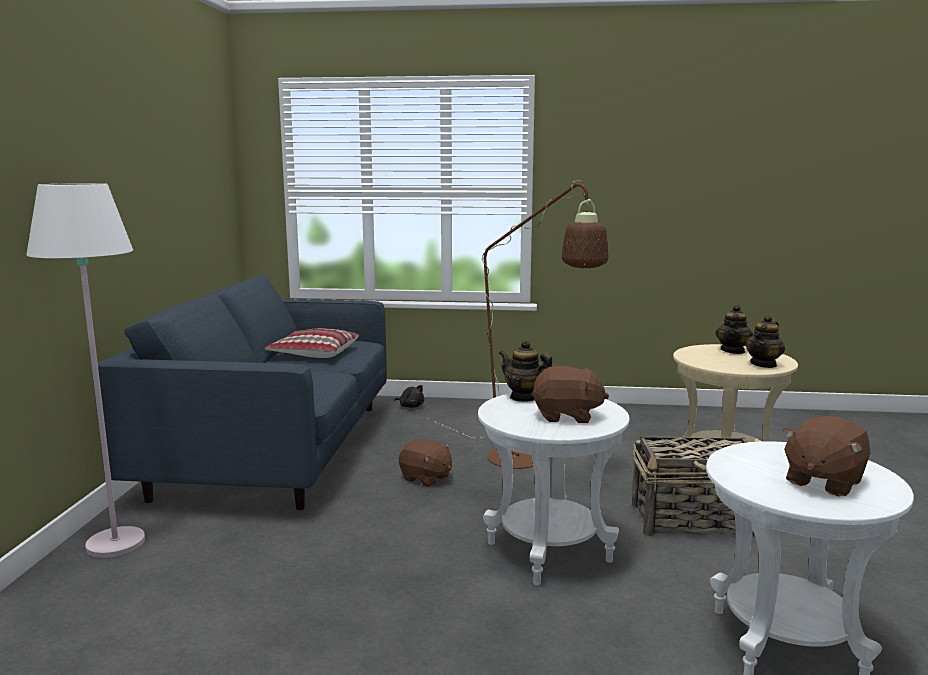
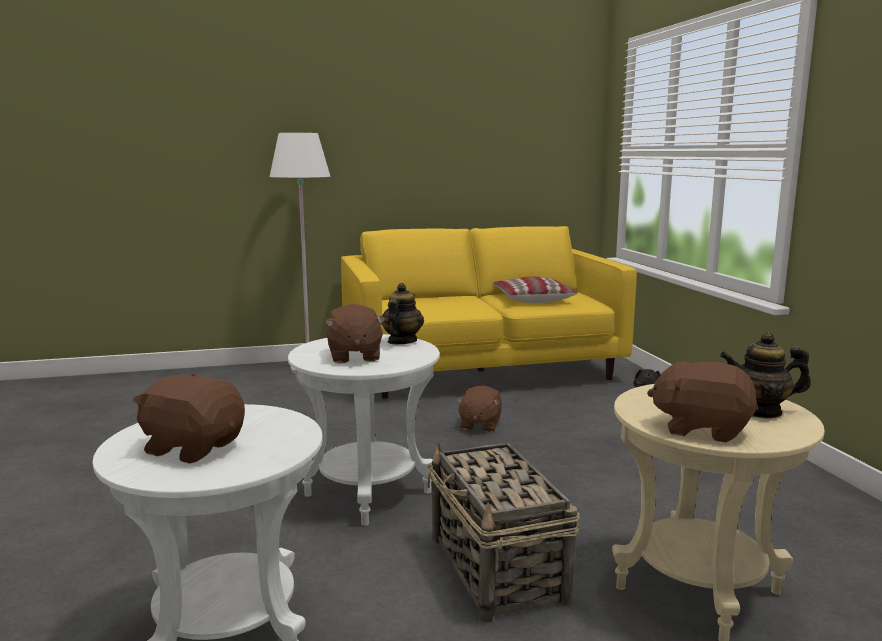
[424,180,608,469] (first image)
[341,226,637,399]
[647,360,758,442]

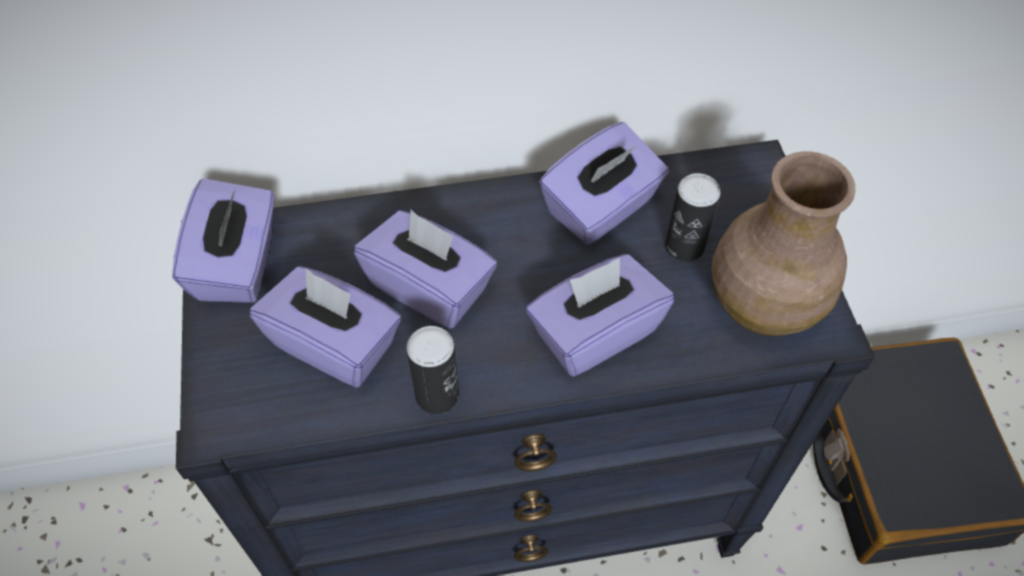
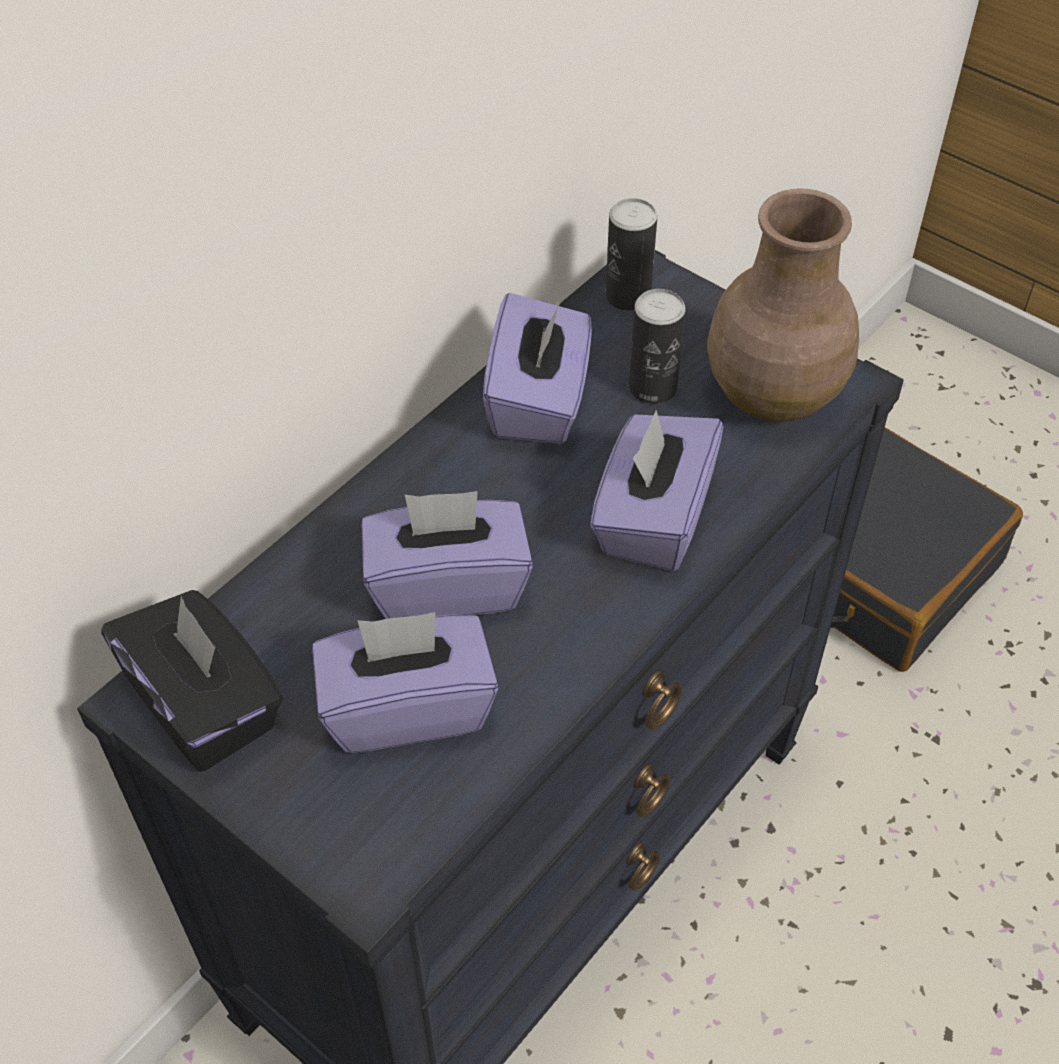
[101,590,283,772]
[605,198,657,311]

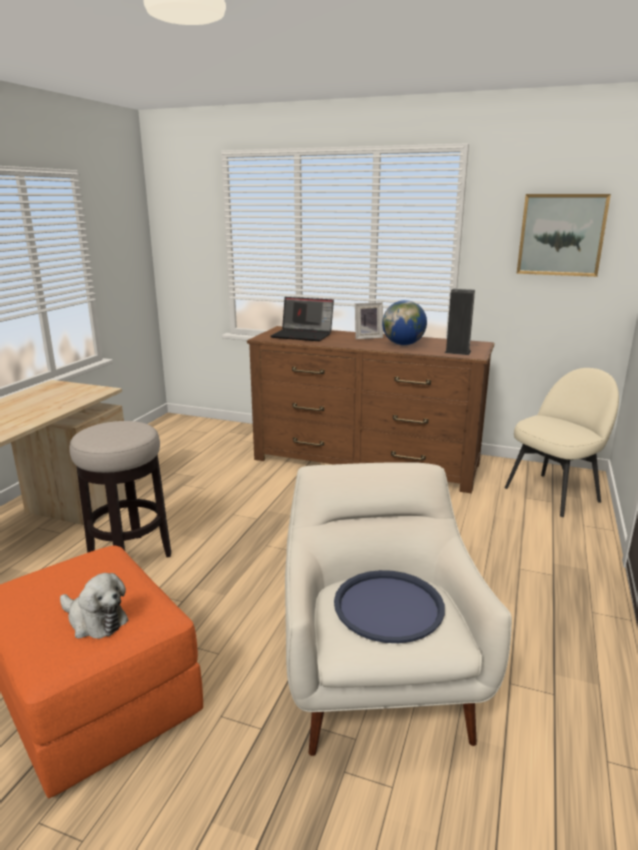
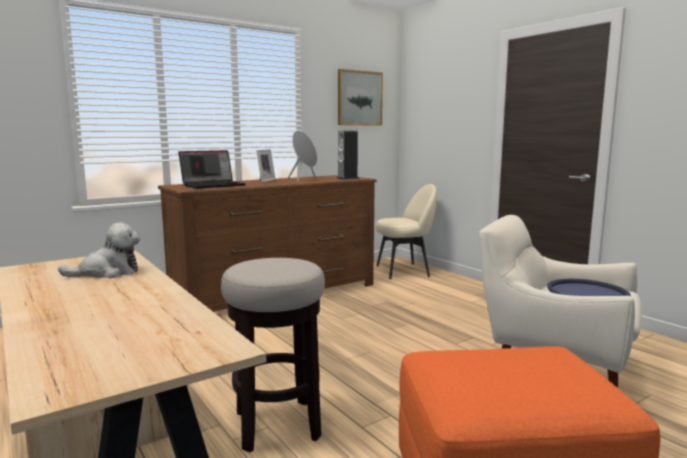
[287,131,317,182]
[376,184,437,279]
[58,223,141,278]

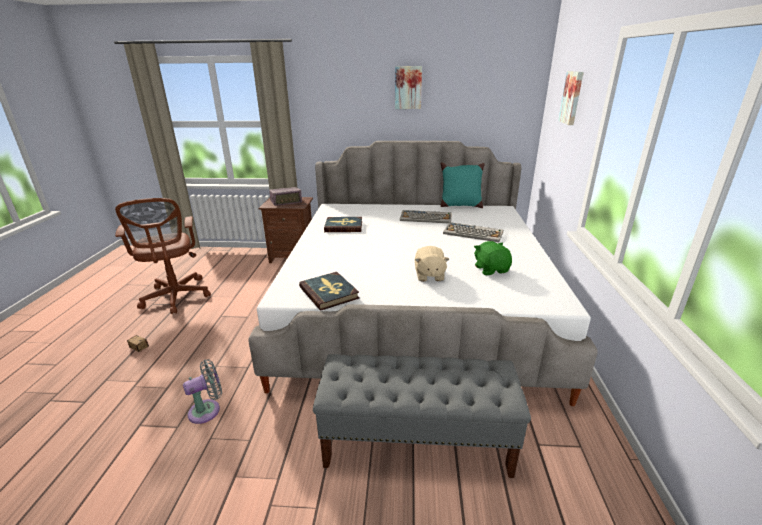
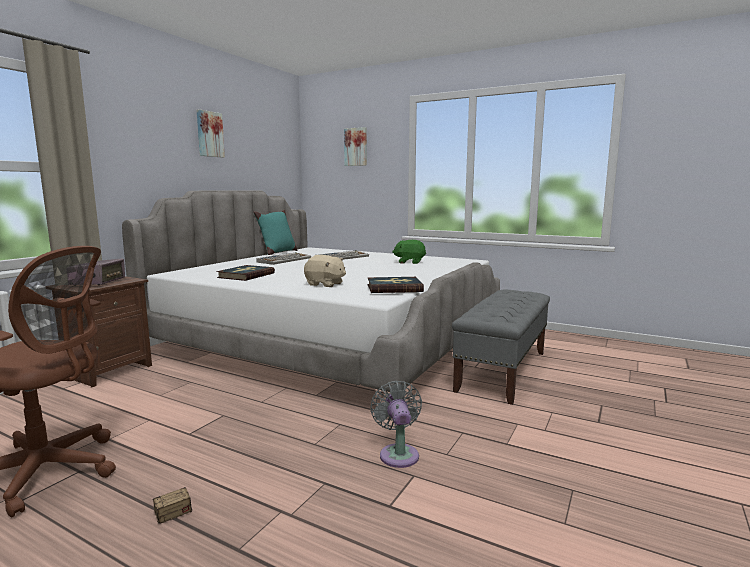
[304,255,346,287]

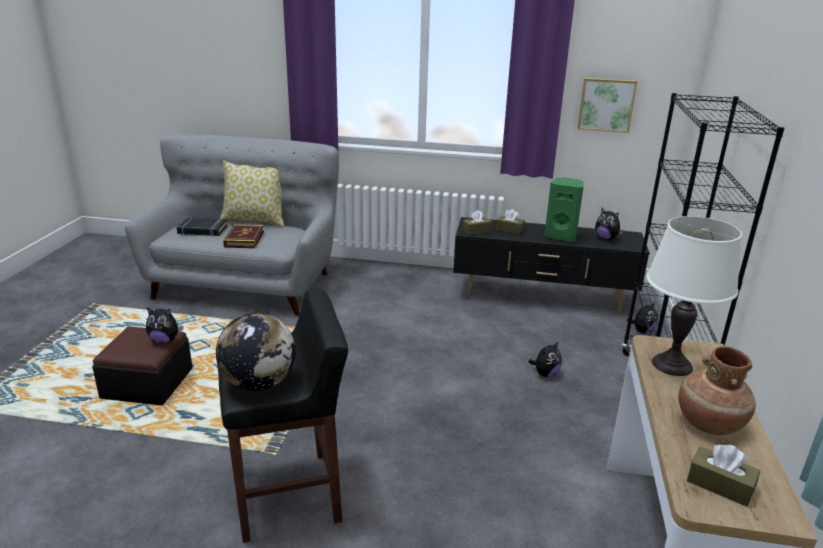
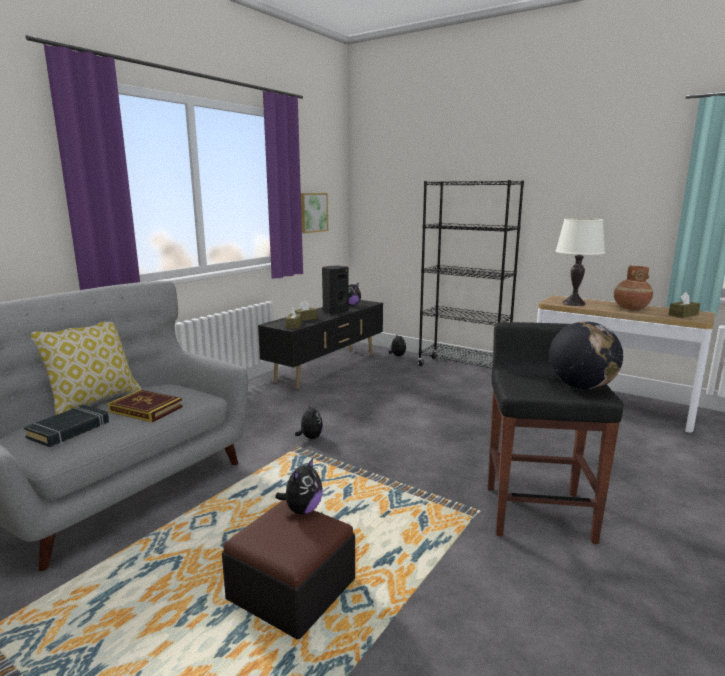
[322,266,349,314]
[295,405,323,439]

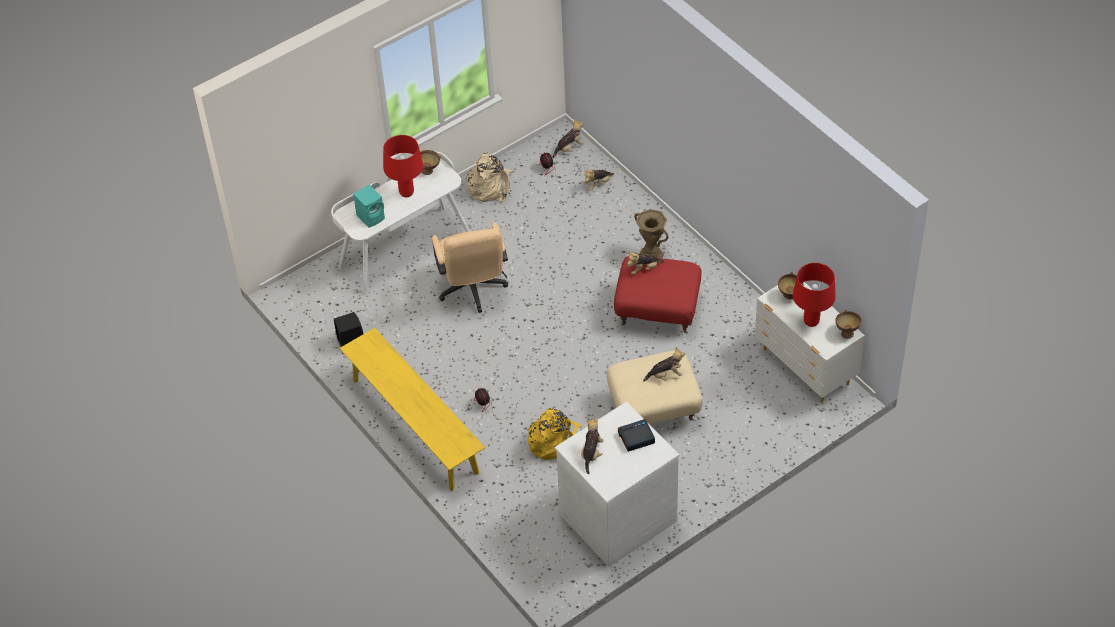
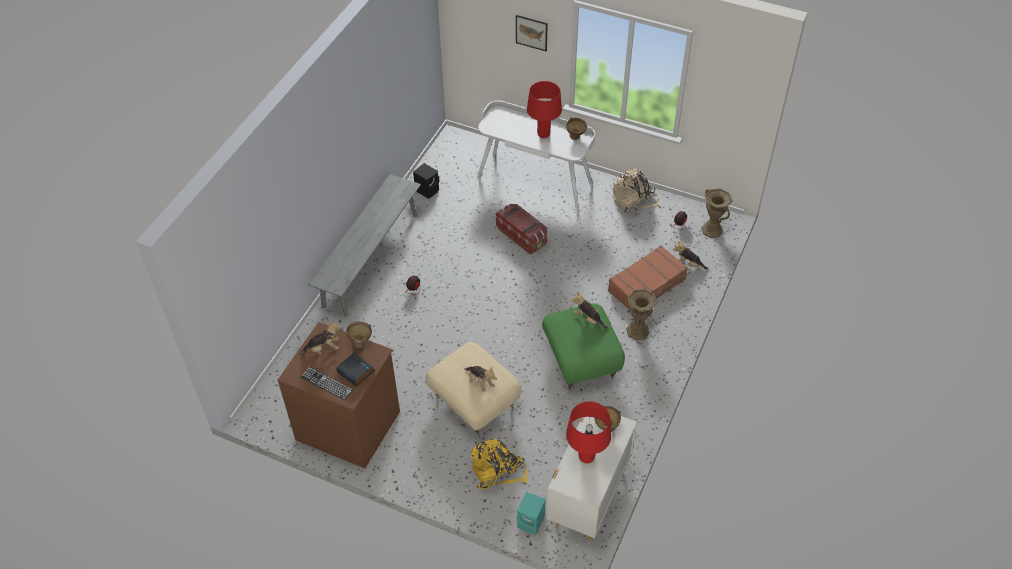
[701,188,733,238]
[516,492,546,534]
[496,204,547,254]
[542,303,625,392]
[346,321,372,348]
[308,174,421,317]
[278,322,400,468]
[471,439,527,489]
[516,15,548,51]
[608,245,688,310]
[301,367,353,400]

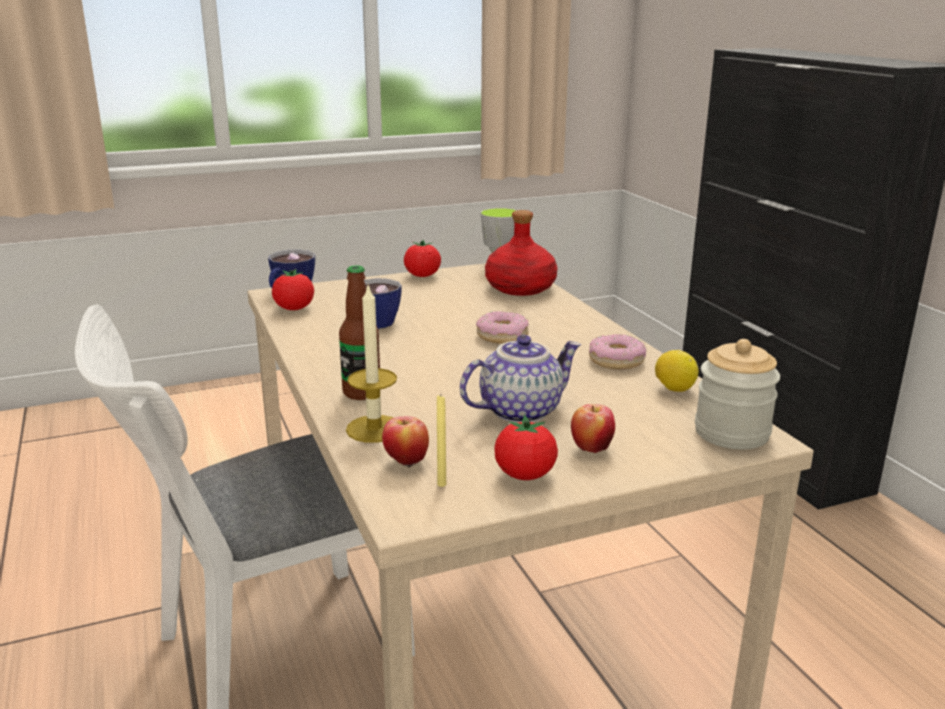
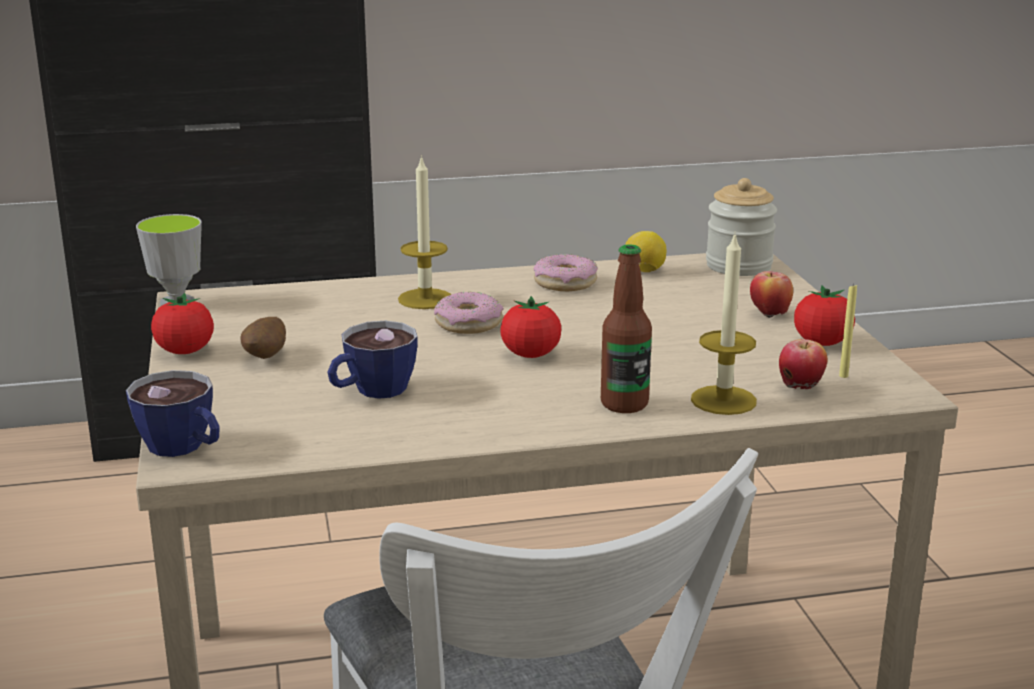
[485,210,557,296] (first image)
[500,296,561,358]
[460,335,581,423] (first image)
[398,155,451,309]
[240,317,286,359]

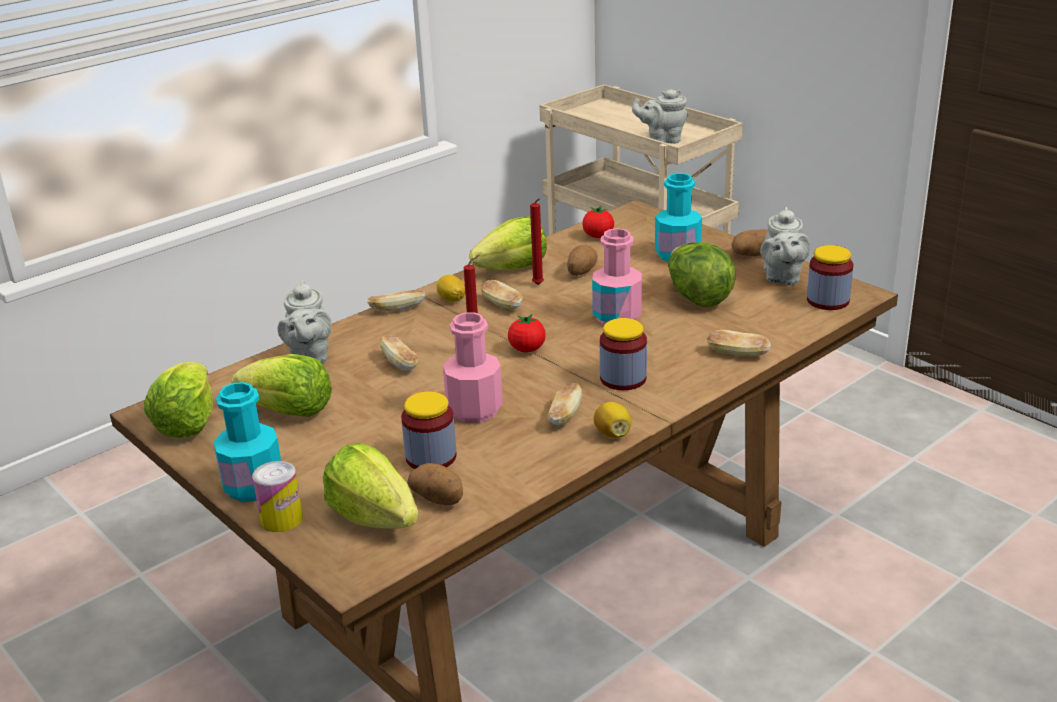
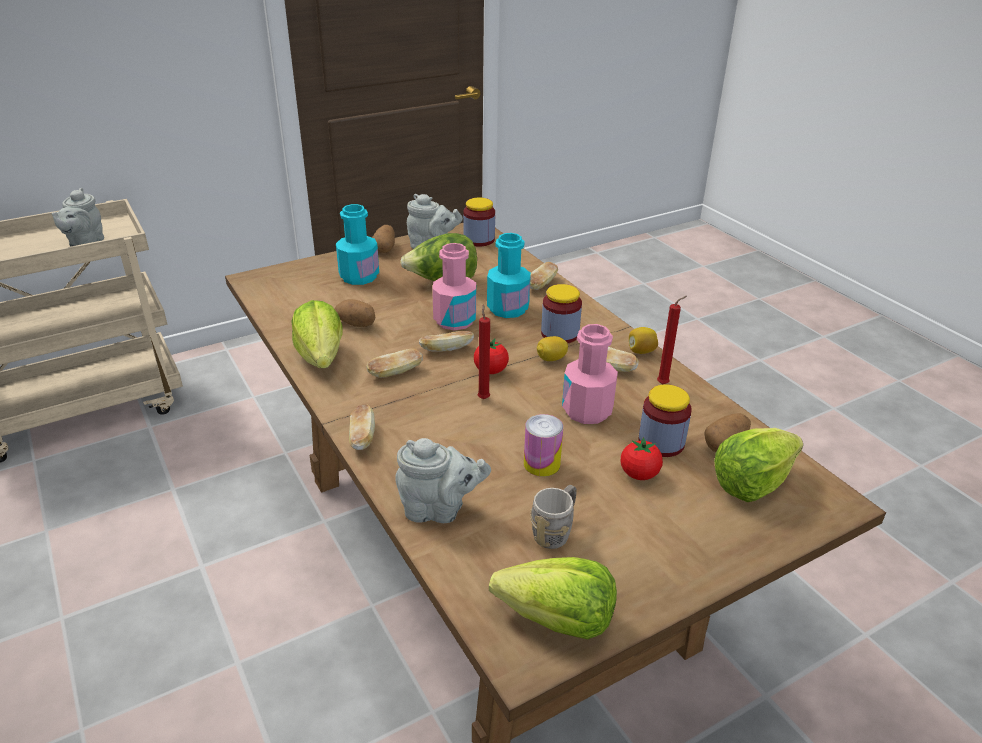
[657,296,687,384]
[621,437,663,480]
[537,336,568,361]
[419,331,474,352]
[530,485,577,549]
[487,233,531,318]
[524,414,563,477]

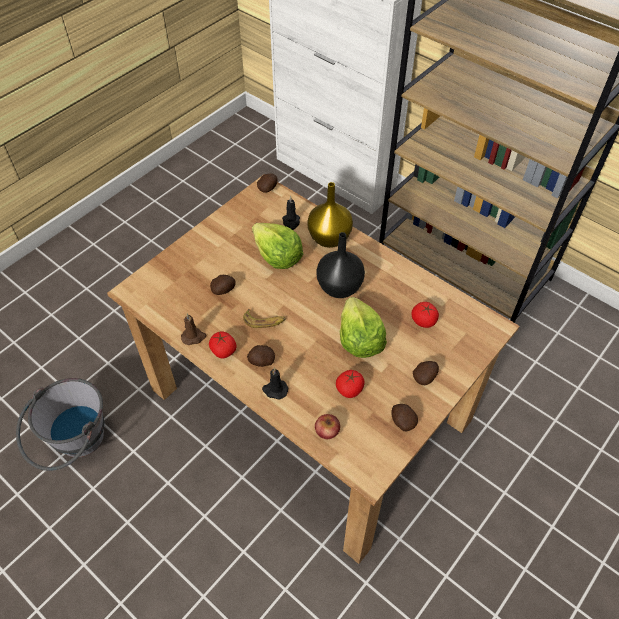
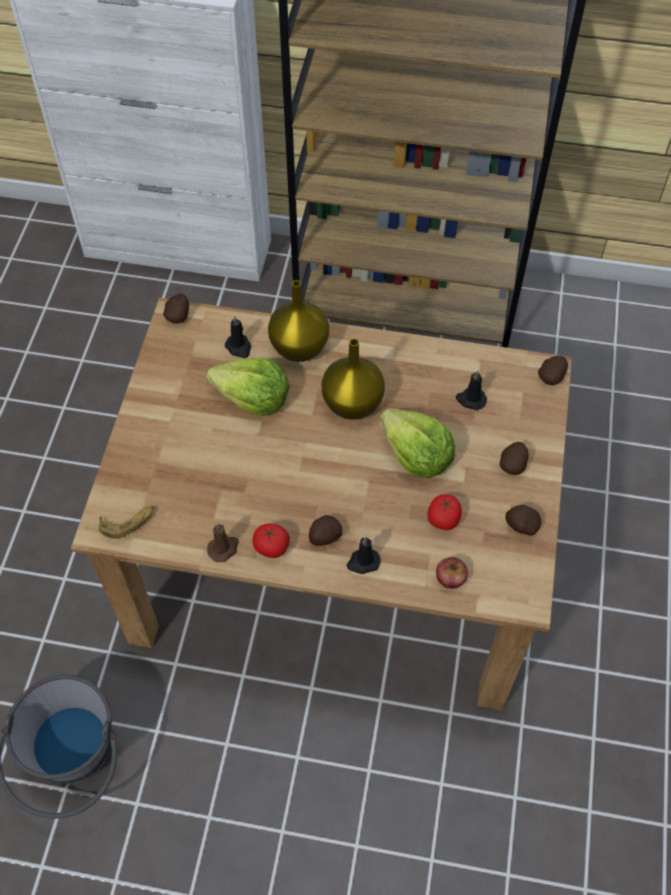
[321,339,385,420]
[538,356,568,385]
[456,370,487,410]
[99,505,154,539]

